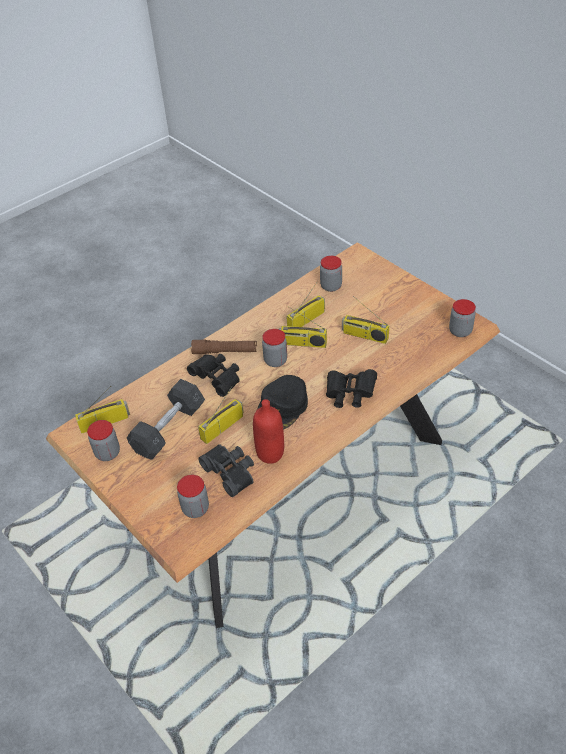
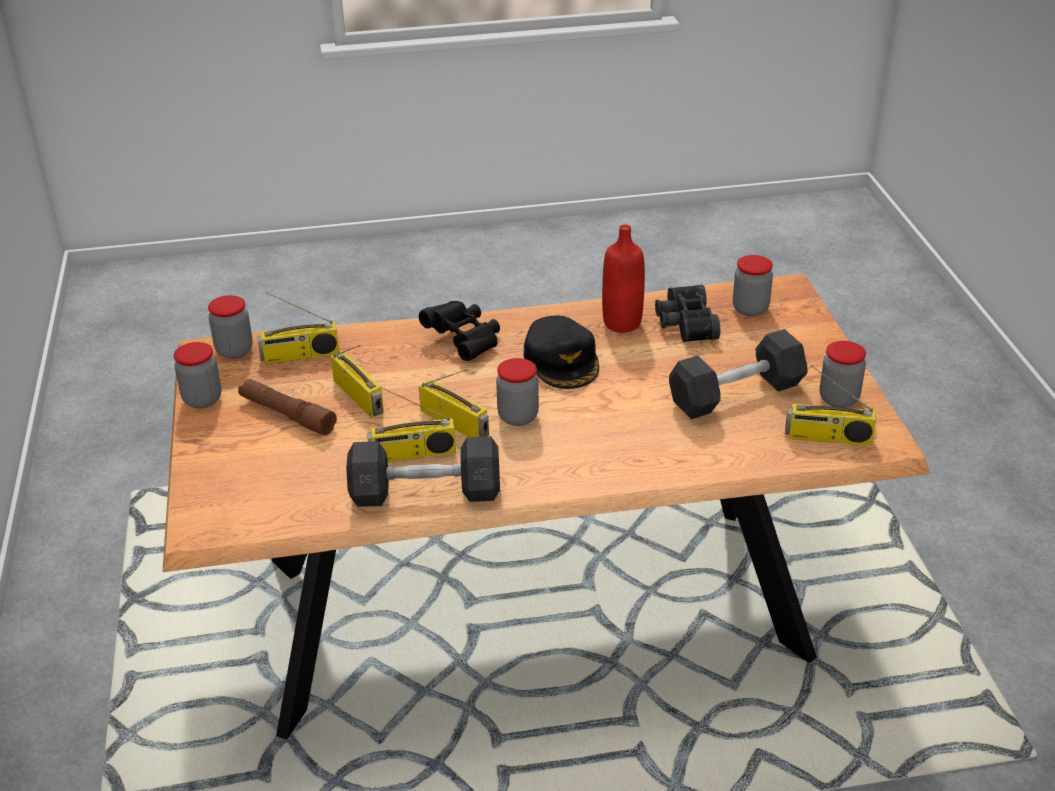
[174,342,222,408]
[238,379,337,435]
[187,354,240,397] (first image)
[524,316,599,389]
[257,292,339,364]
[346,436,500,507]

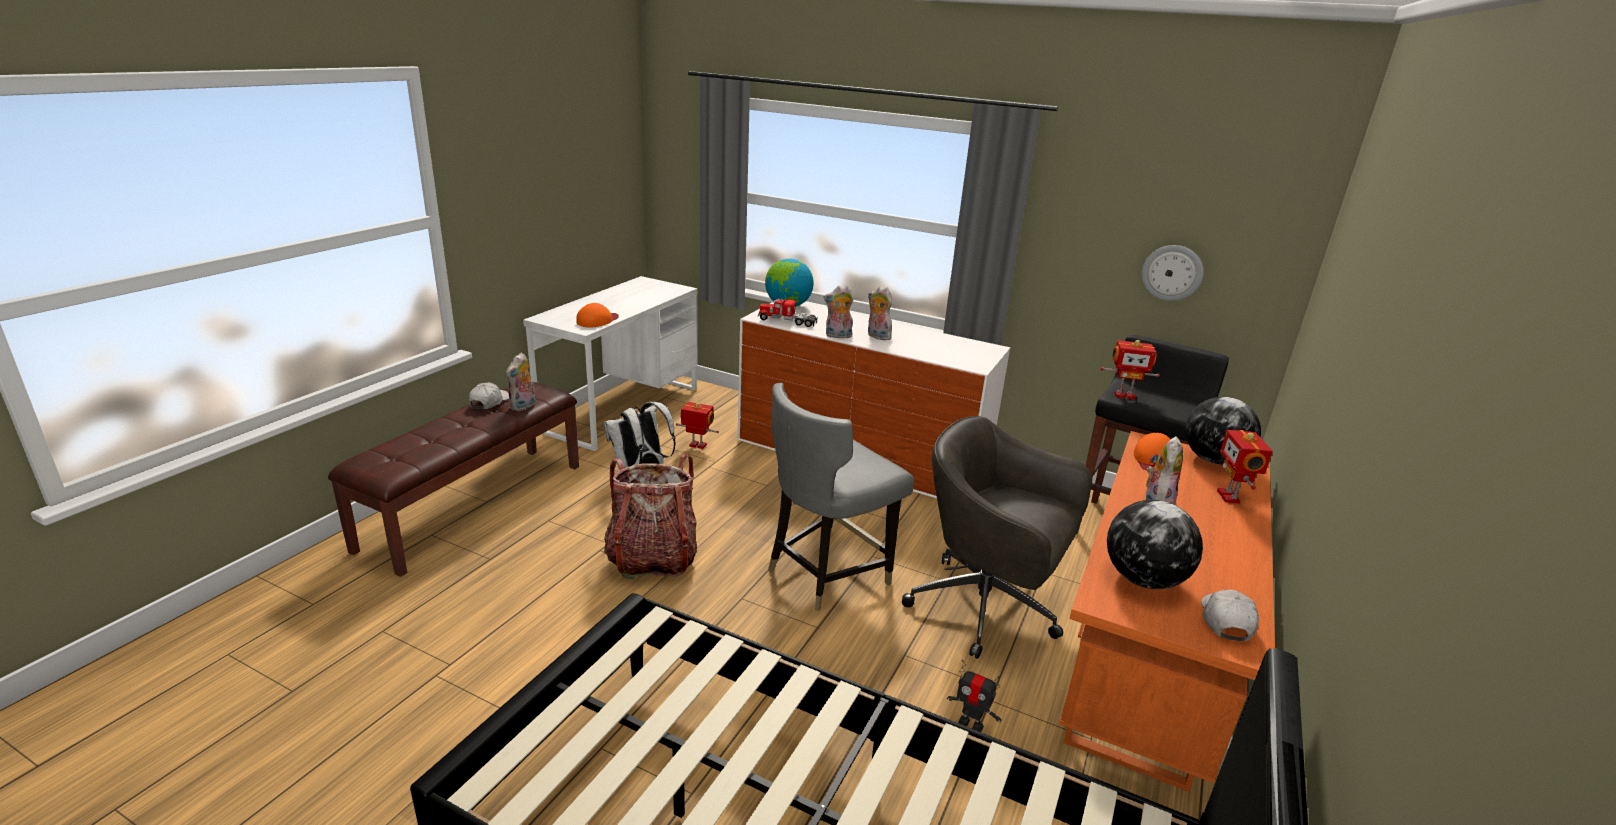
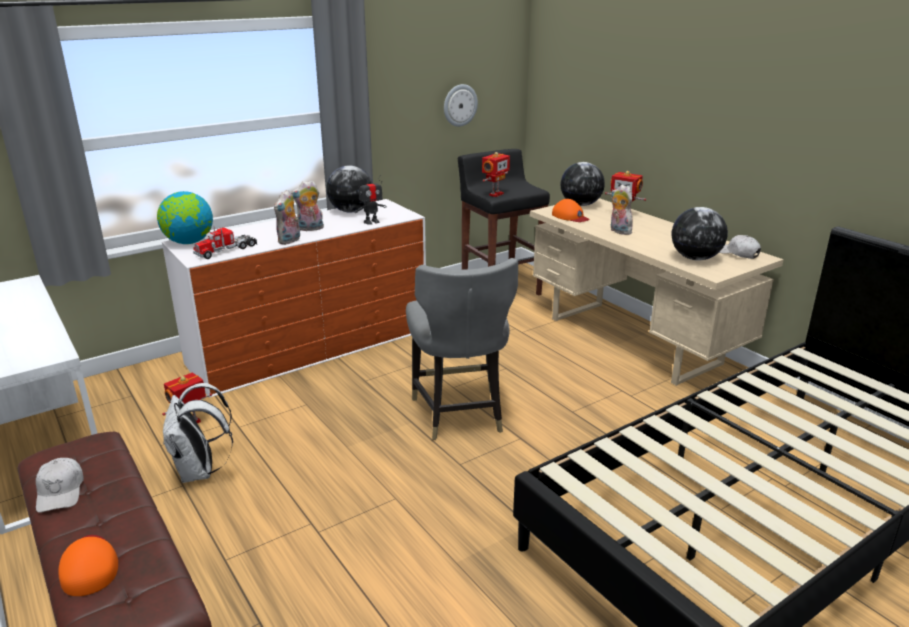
[58,535,118,596]
[506,353,535,411] (first image)
[36,458,84,513]
[902,416,1092,659] (first image)
[530,198,784,386]
[604,453,697,579] (first image)
[354,175,387,225]
[326,165,373,212]

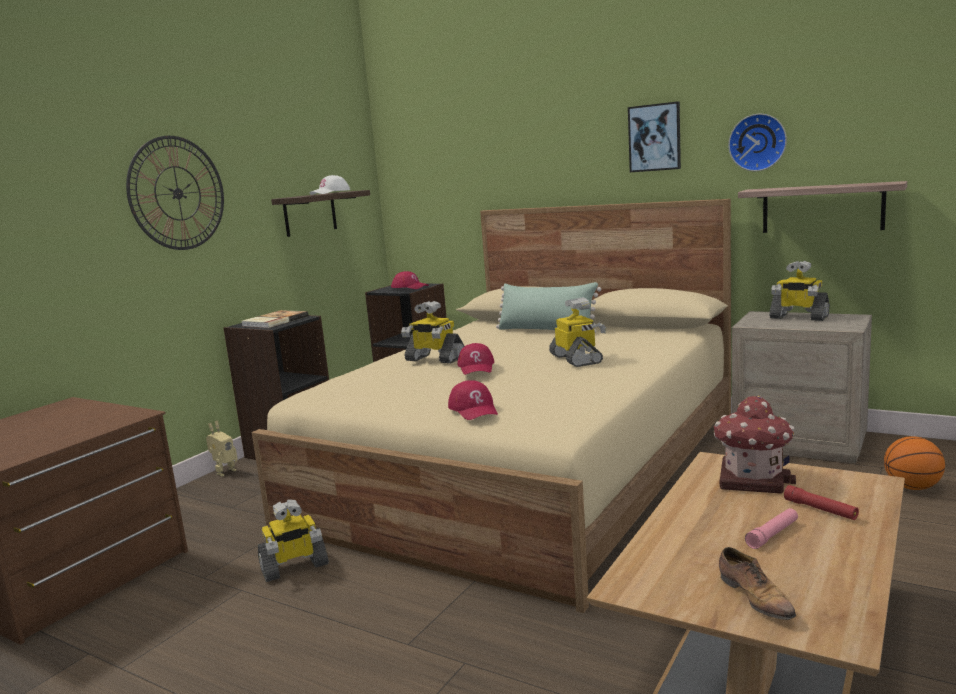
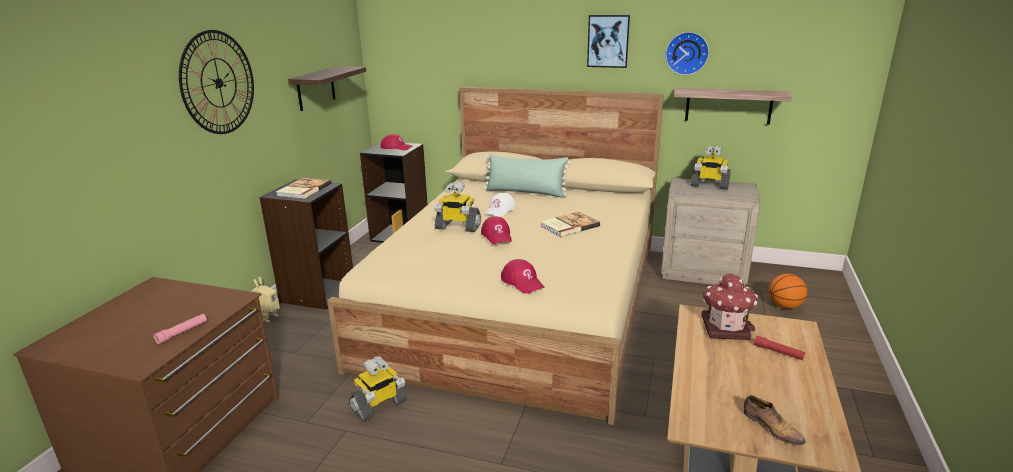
[485,193,516,217]
[541,212,600,237]
[153,314,207,344]

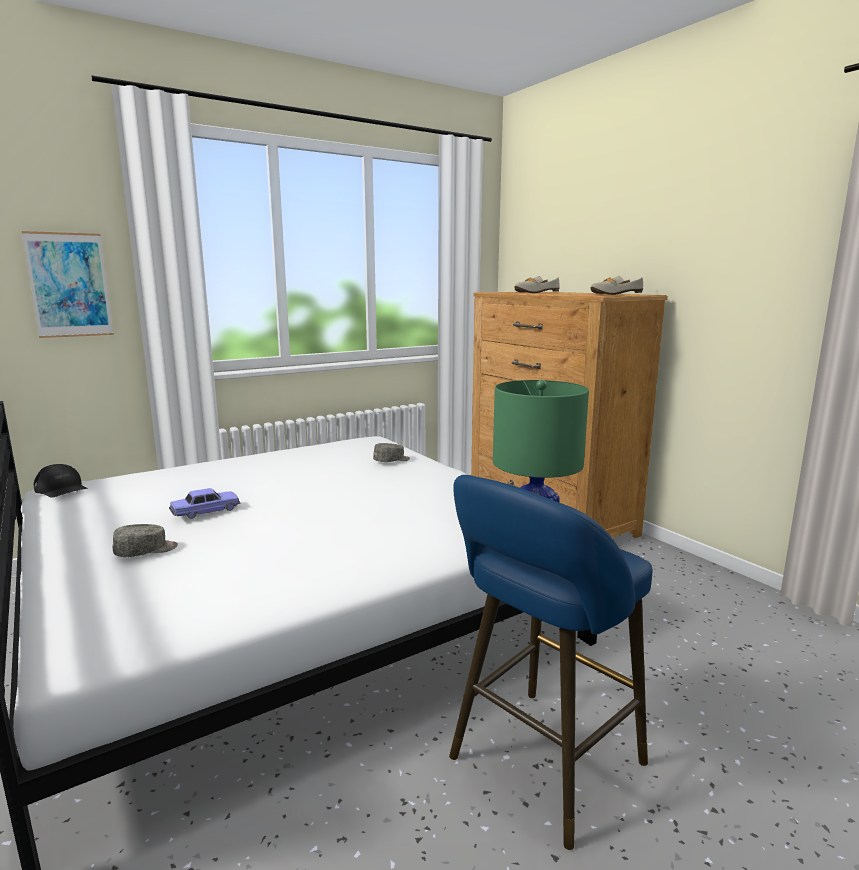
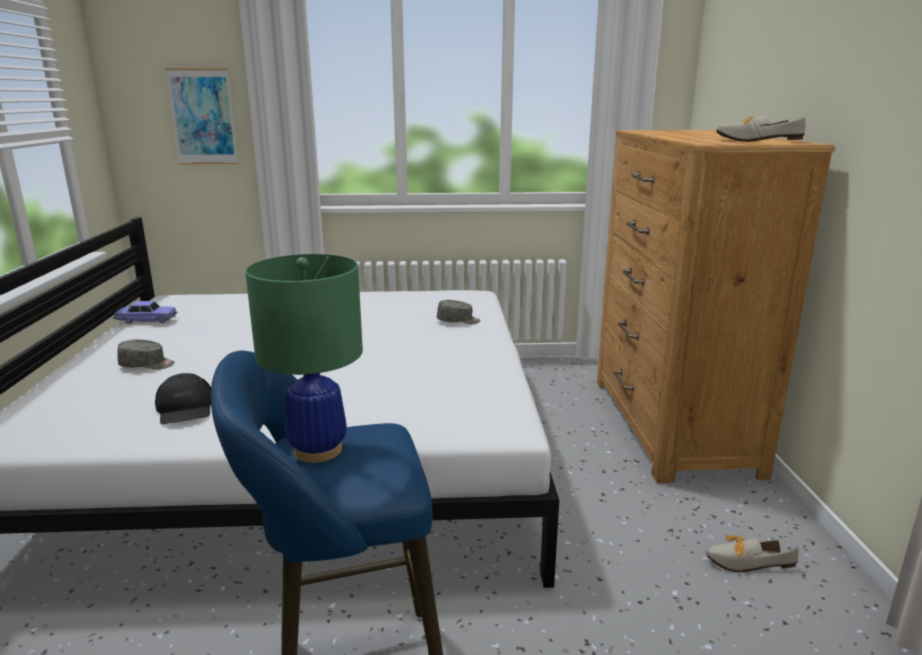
[706,535,799,572]
[155,373,211,424]
[113,301,177,324]

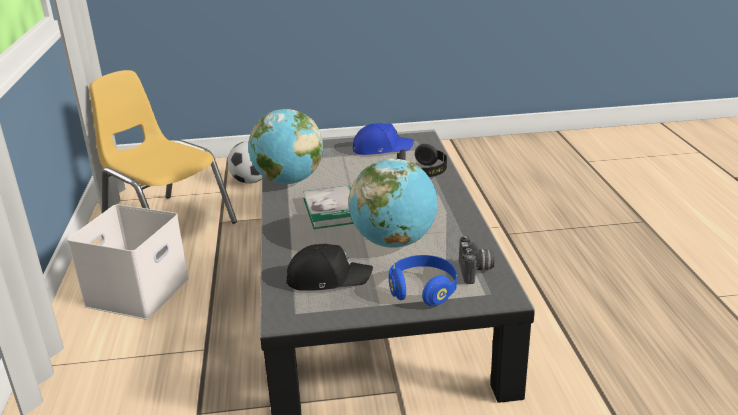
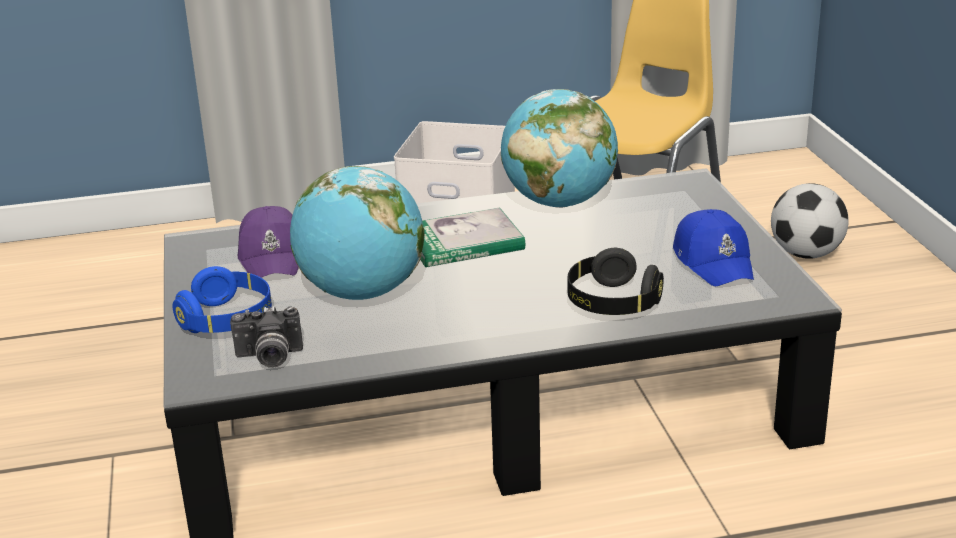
[238,206,299,278]

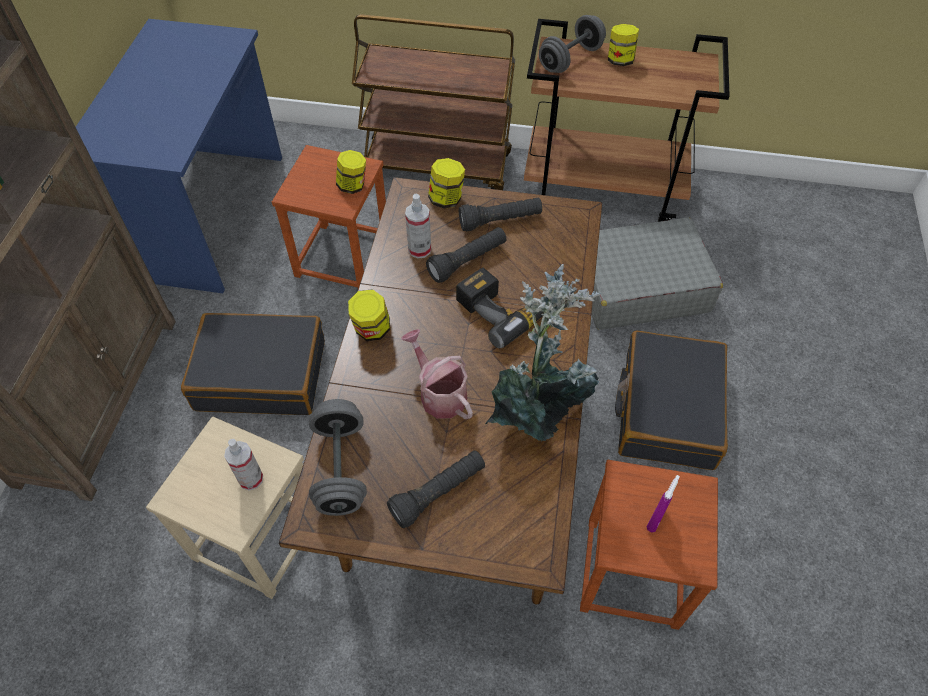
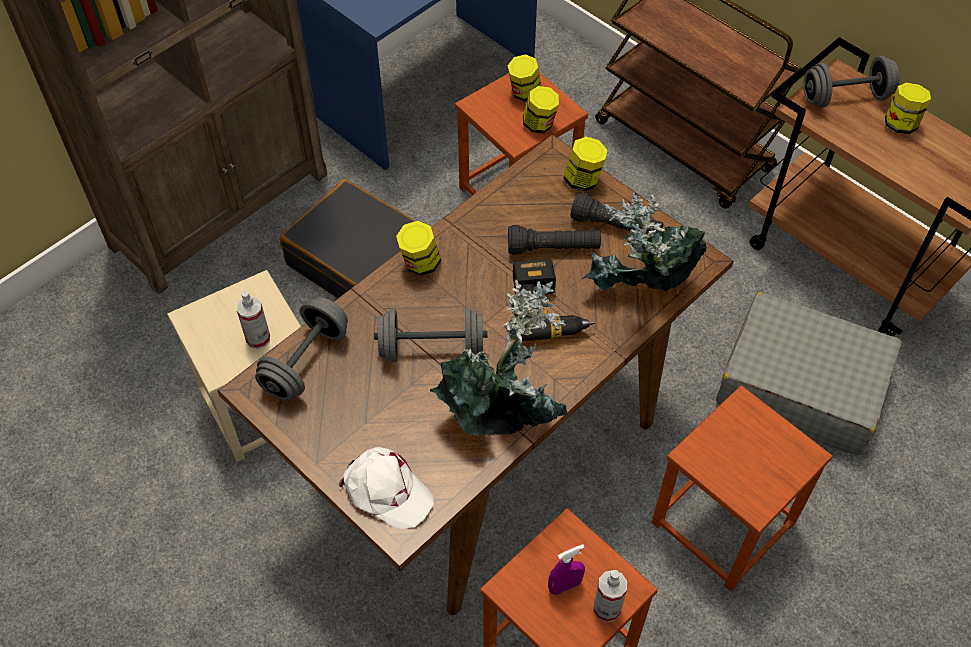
[593,570,627,623]
[374,308,488,362]
[652,385,833,591]
[387,450,485,528] (first image)
[507,54,541,102]
[582,192,707,291]
[339,447,434,529]

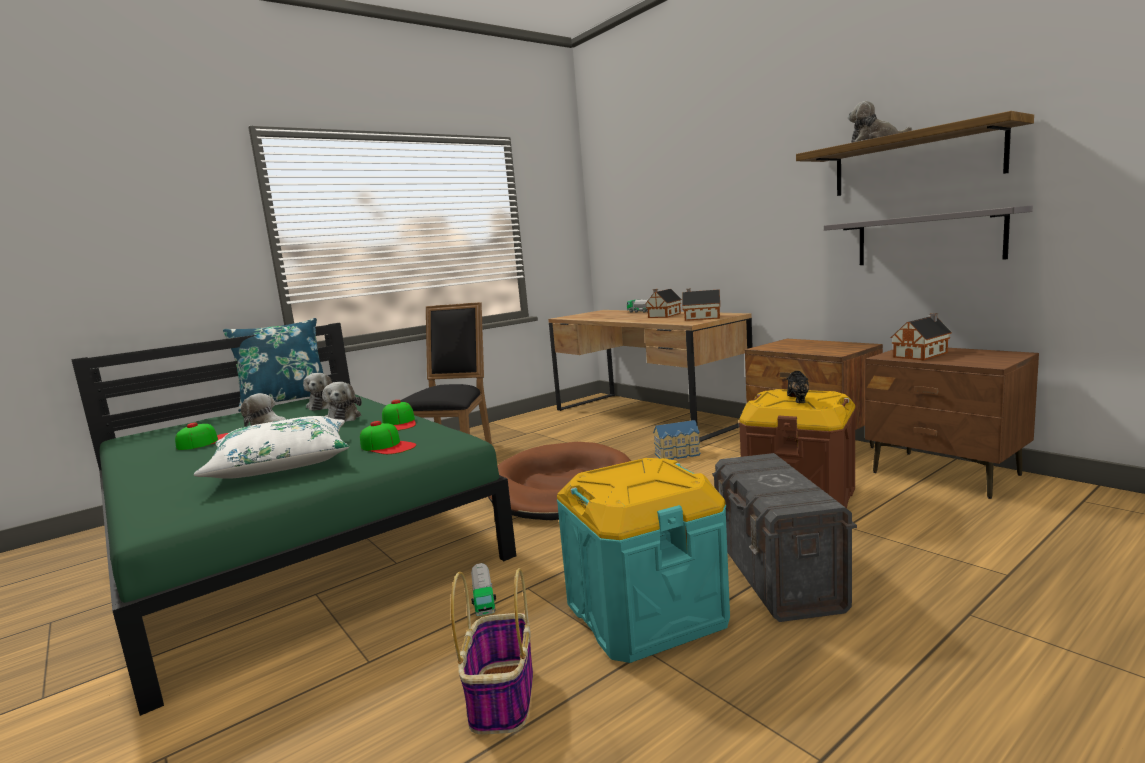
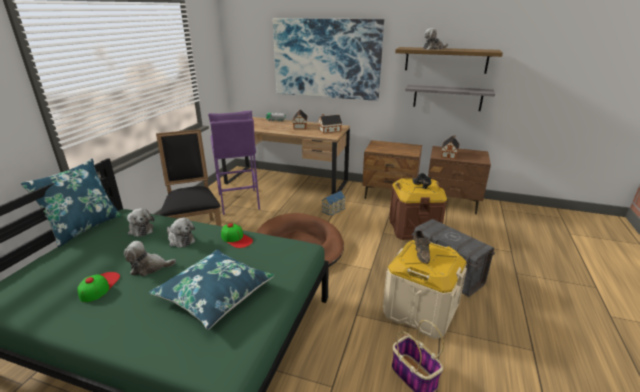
[149,249,275,330]
[360,421,416,454] (first image)
[383,240,467,339]
[471,563,496,616] (first image)
[273,18,384,101]
[208,111,260,215]
[414,230,430,264]

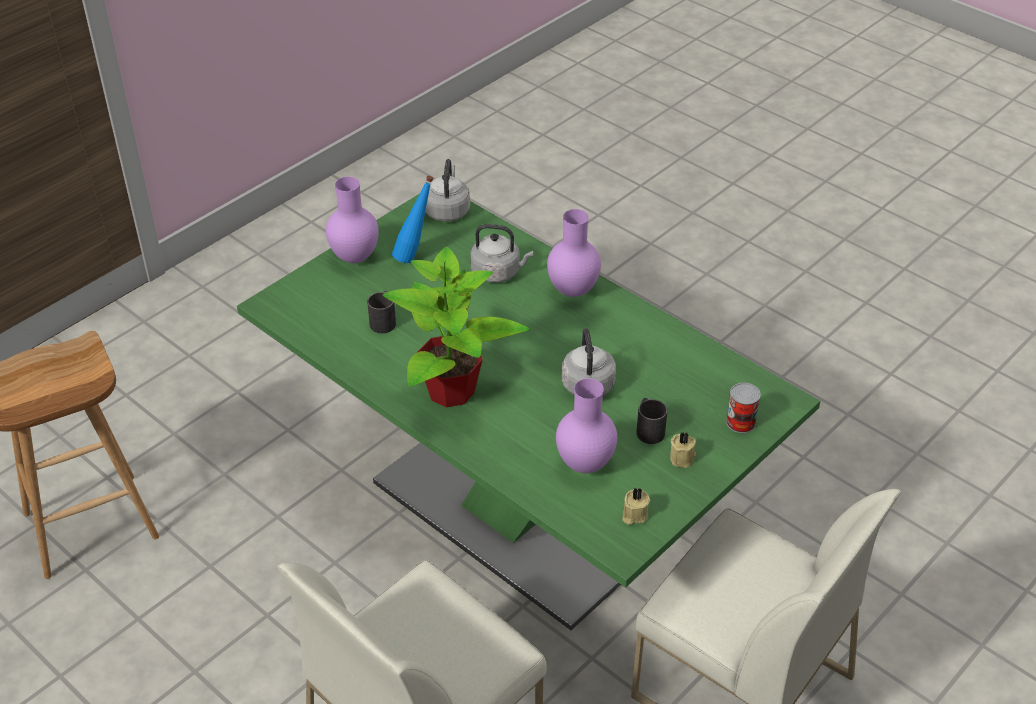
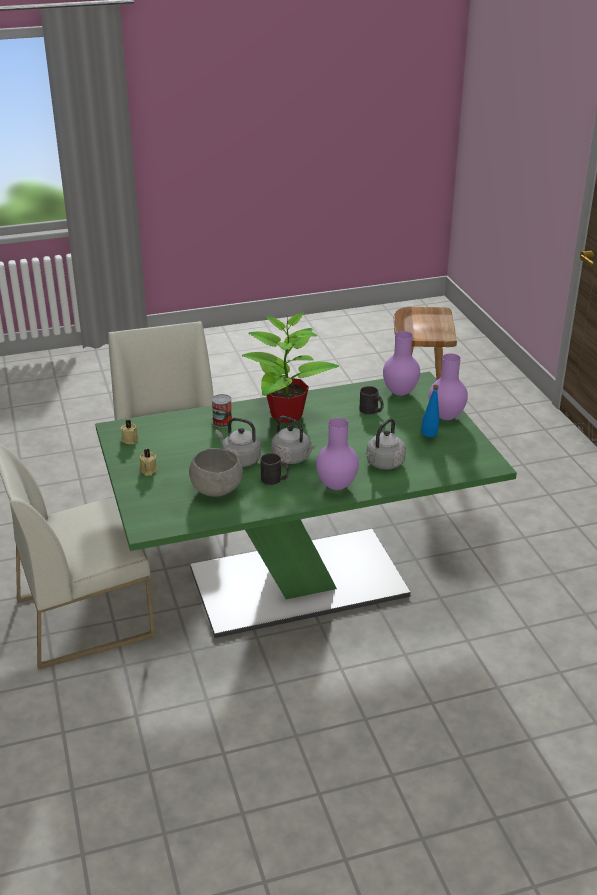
[271,416,316,464]
[383,331,420,396]
[212,394,232,428]
[260,453,290,485]
[189,448,243,497]

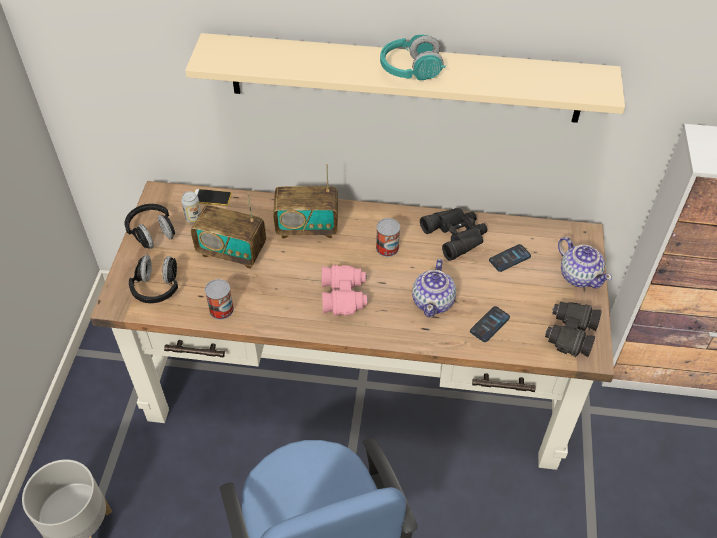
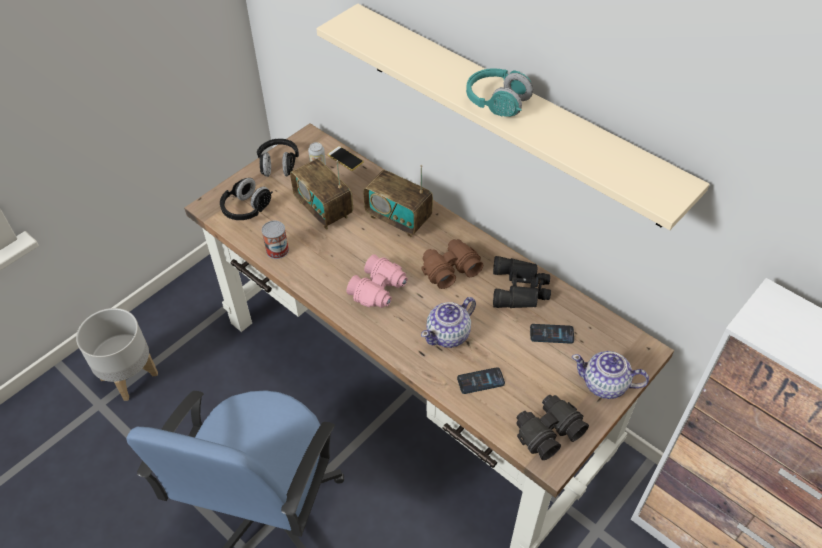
[421,239,483,289]
[572,351,649,399]

